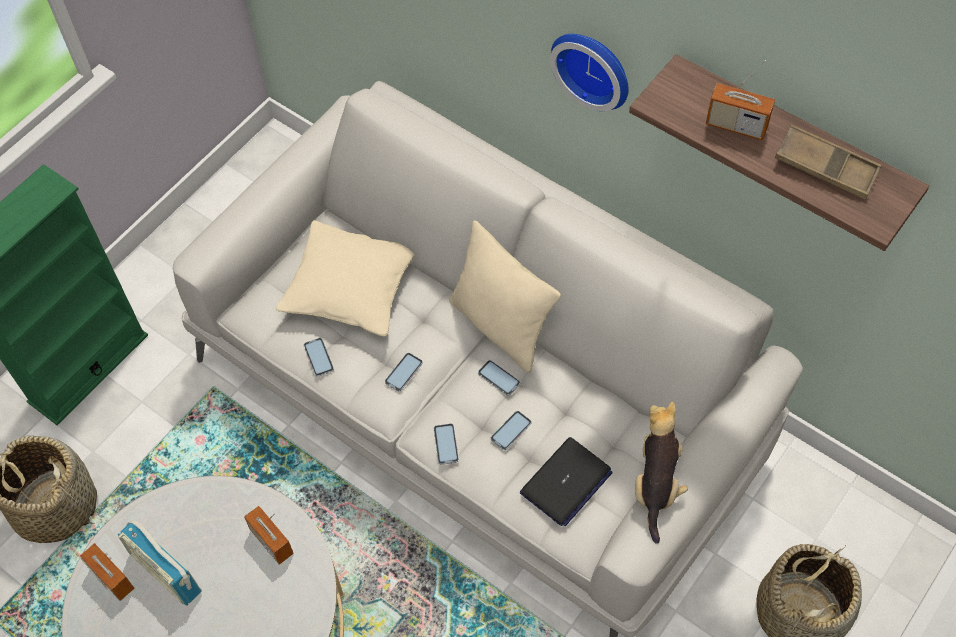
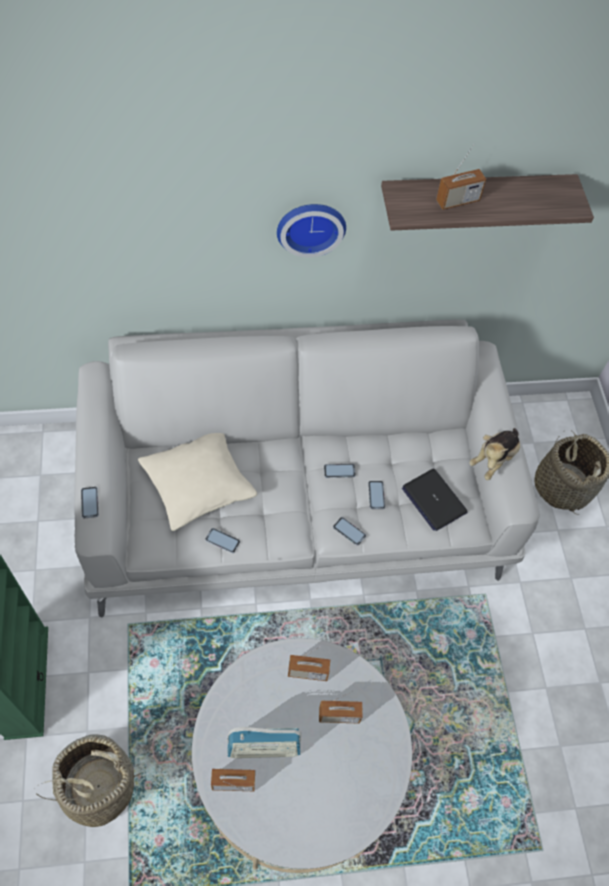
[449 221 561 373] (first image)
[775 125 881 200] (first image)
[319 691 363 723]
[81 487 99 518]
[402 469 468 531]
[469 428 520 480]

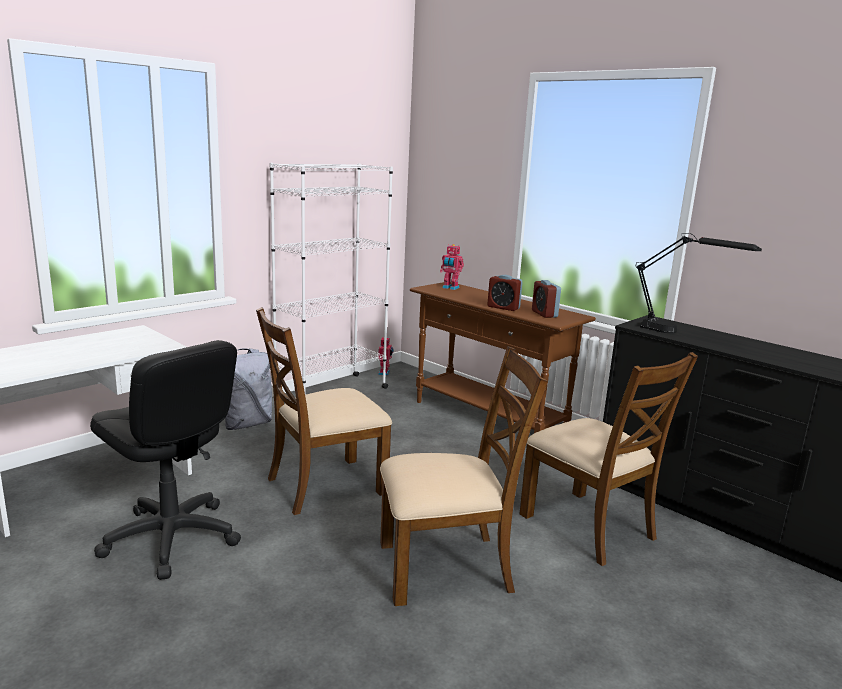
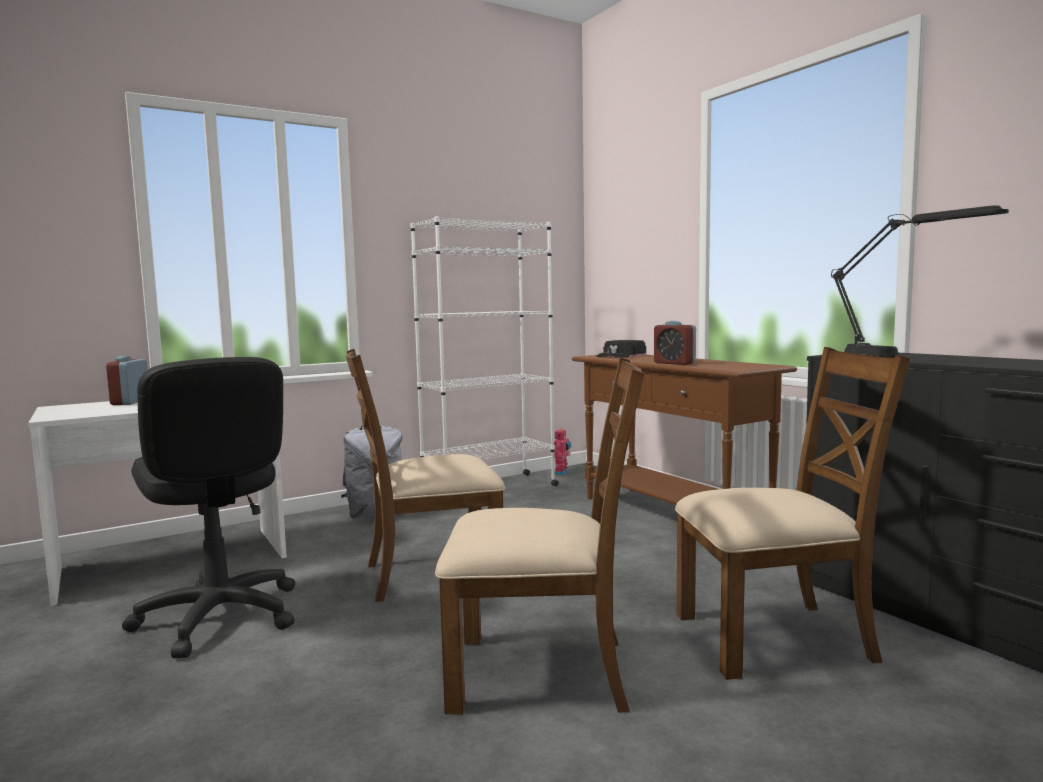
[106 356 148 405]
[596 340 646 358]
[675 347 910 680]

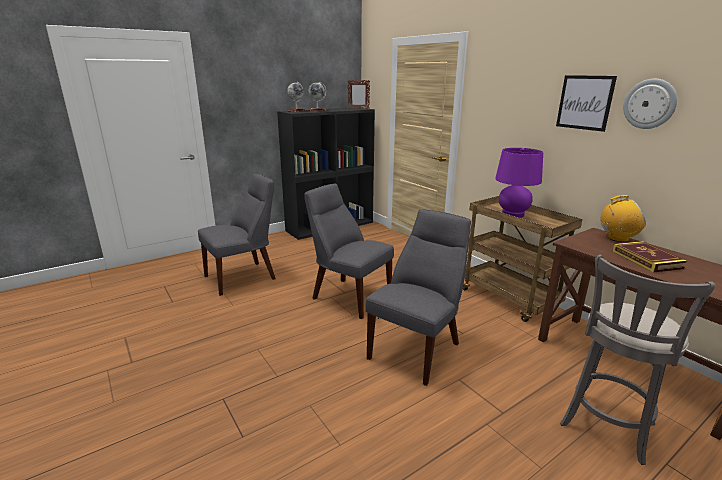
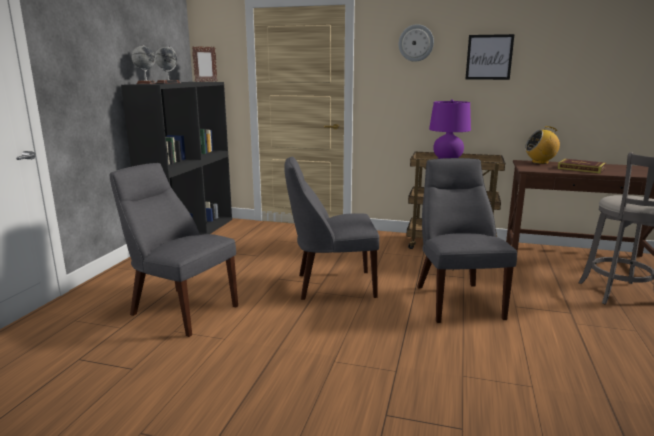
[399 24 434 62]
[110 163 238 337]
[525 126 560 164]

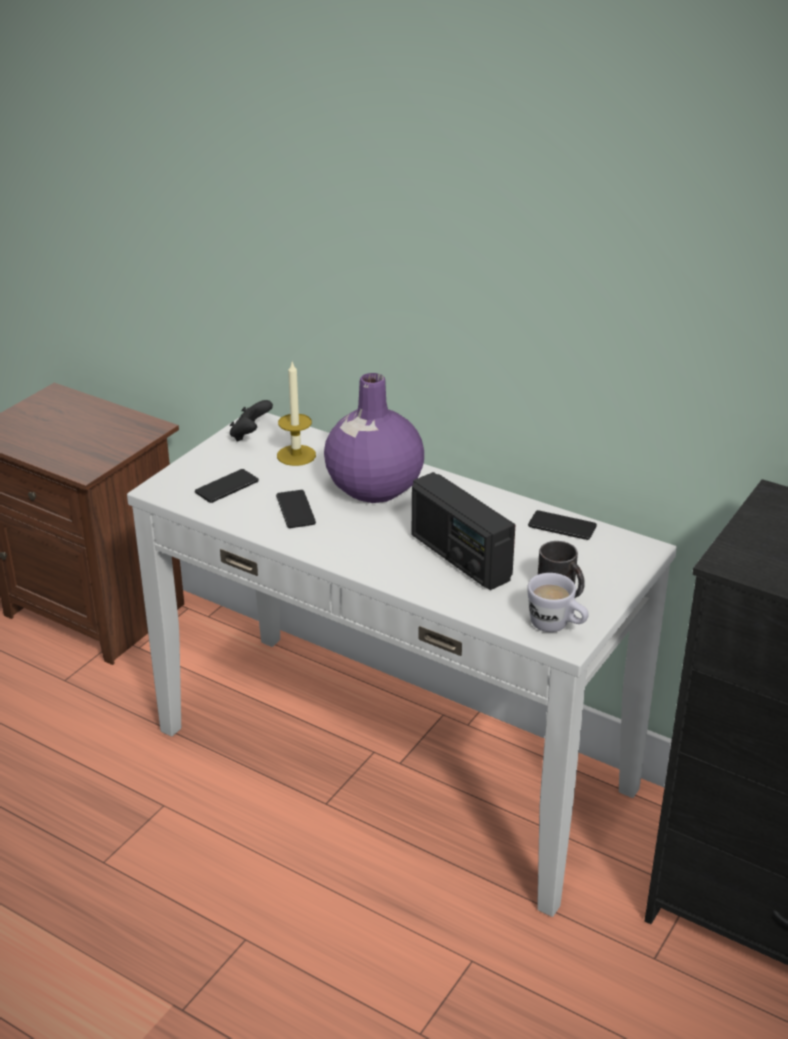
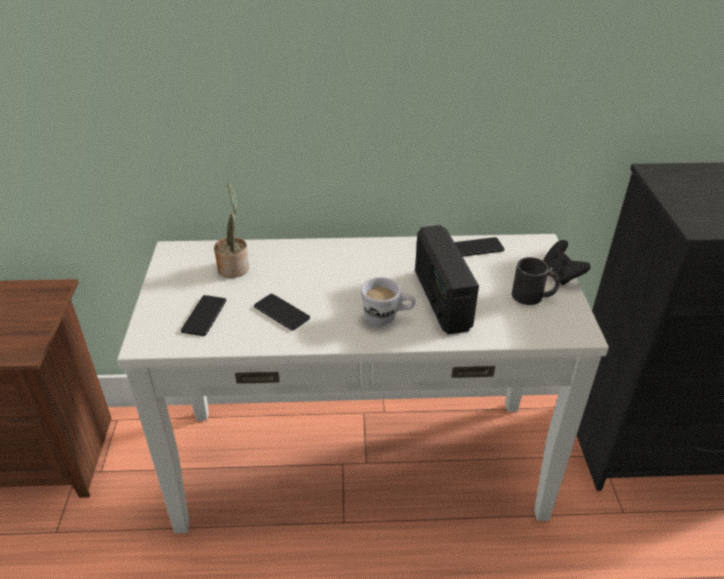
[324 373 424 503] (first image)
[543 240 591 285]
[361 277 416 326]
[214 182 249 278]
[415 225 479 334]

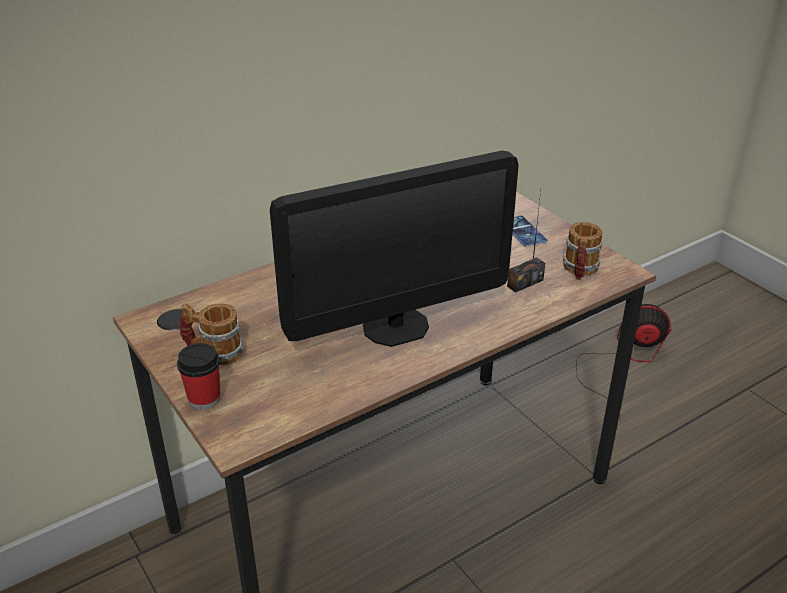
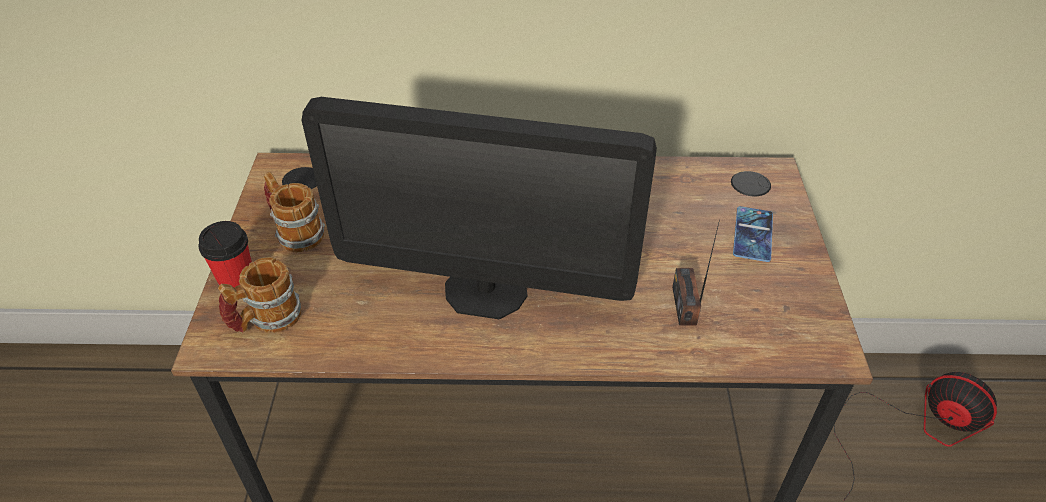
[218 257 301 333]
[672 219 720 325]

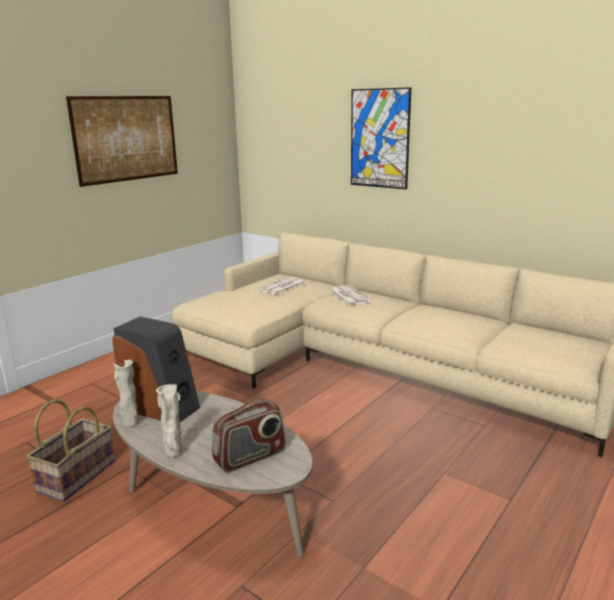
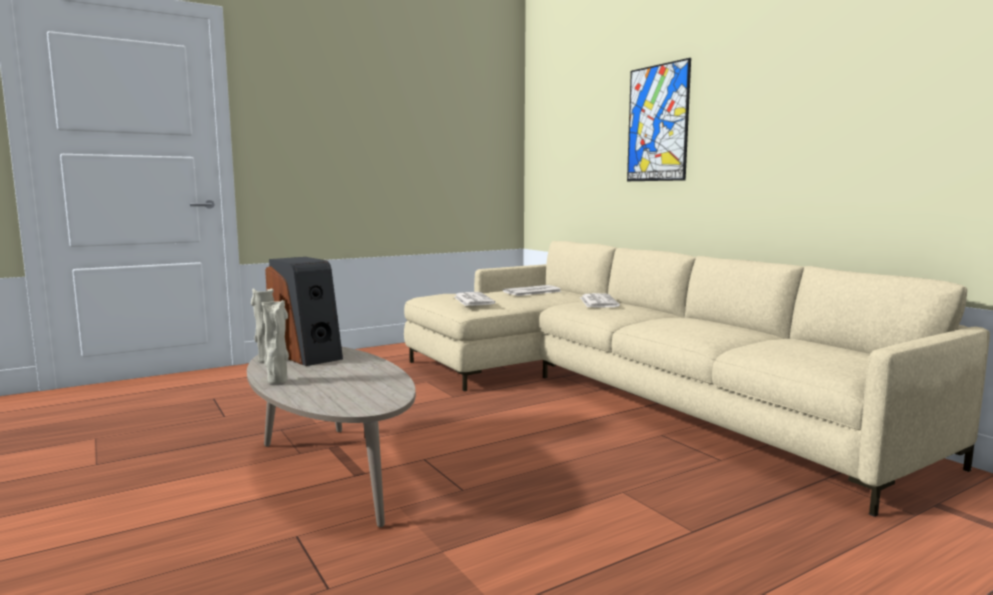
[26 399 115 501] (first image)
[66 96 178 187] (first image)
[212 399 286 473] (first image)
[454 292 496 306]

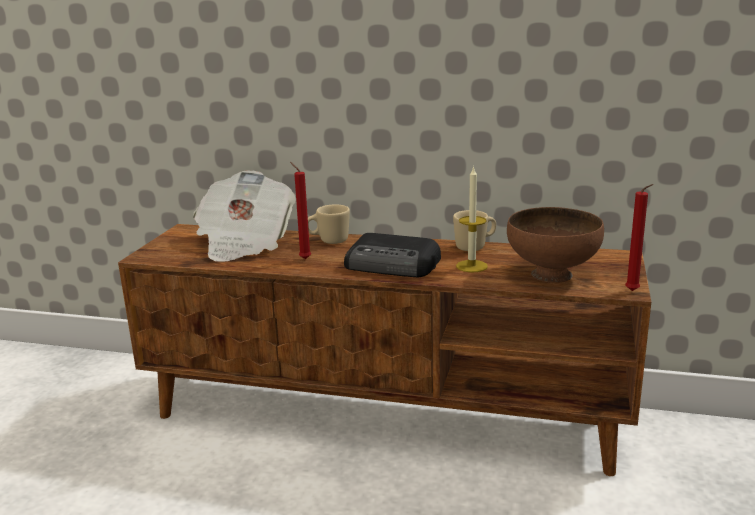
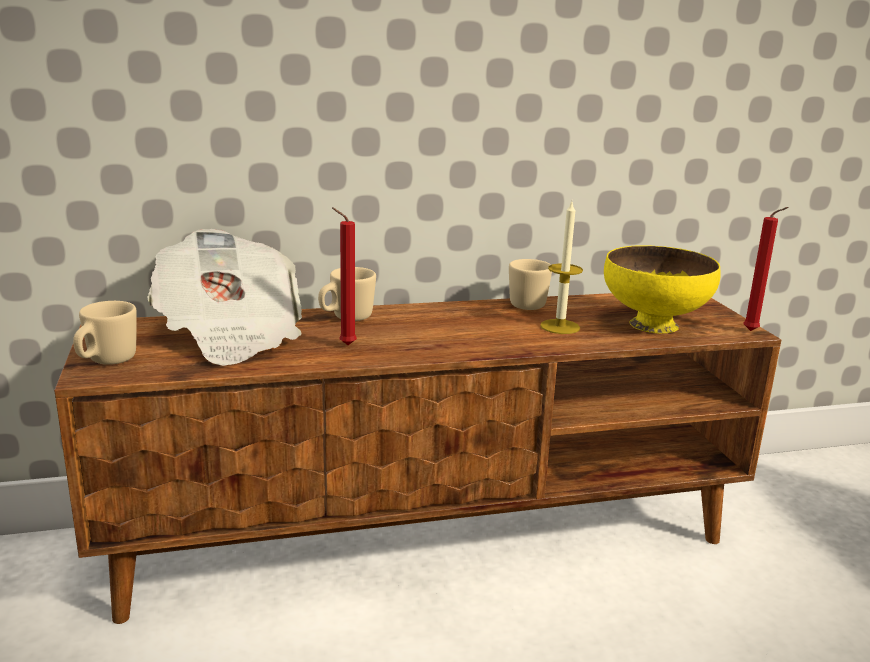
[344 233 441 277] (first image)
[73 301 137 365]
[604 245 721 334]

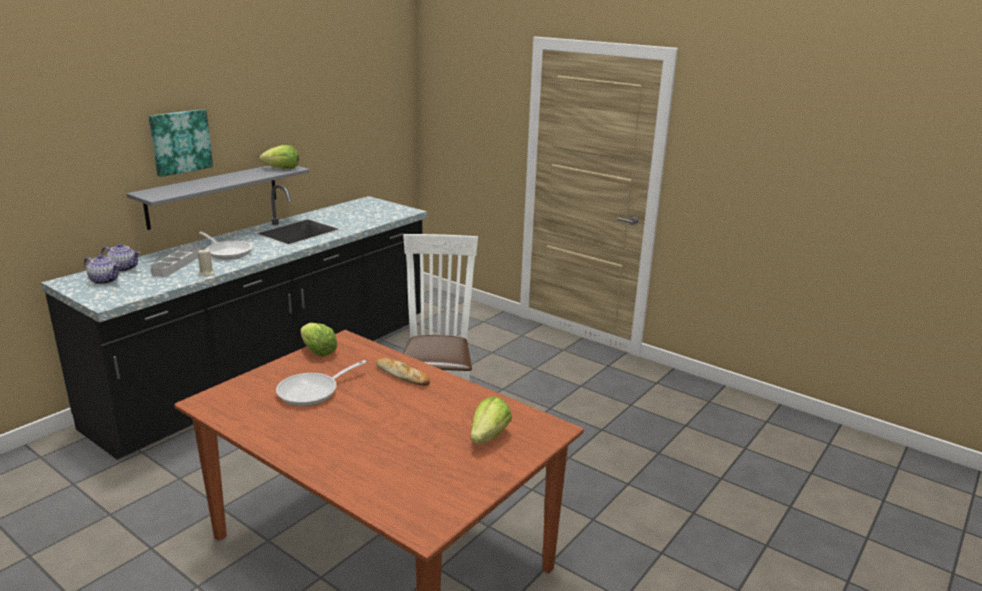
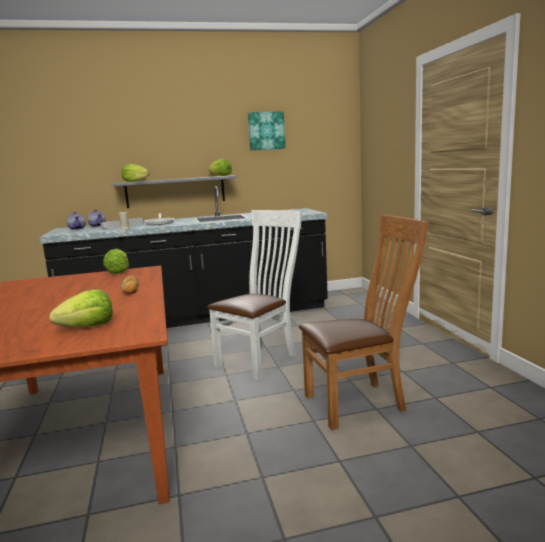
[276 360 367 406] (first image)
[122 164 150 182]
[299 214 428 430]
[248 111 285 150]

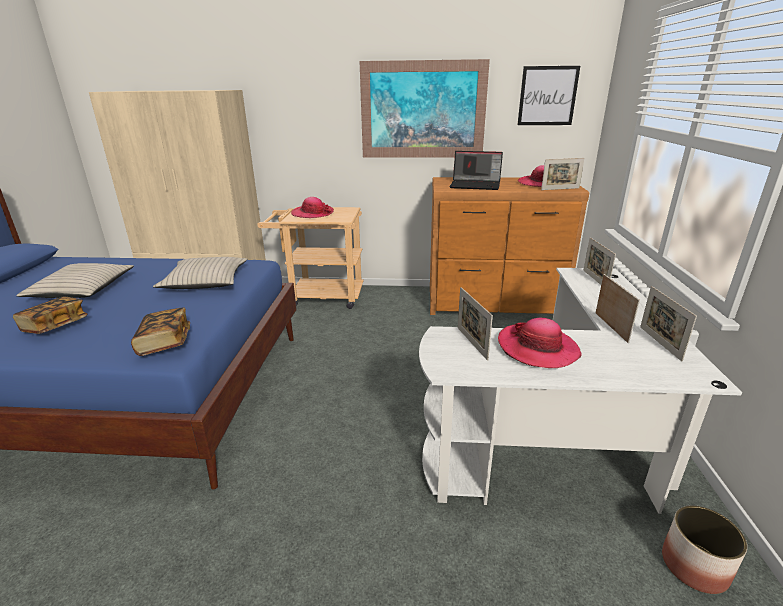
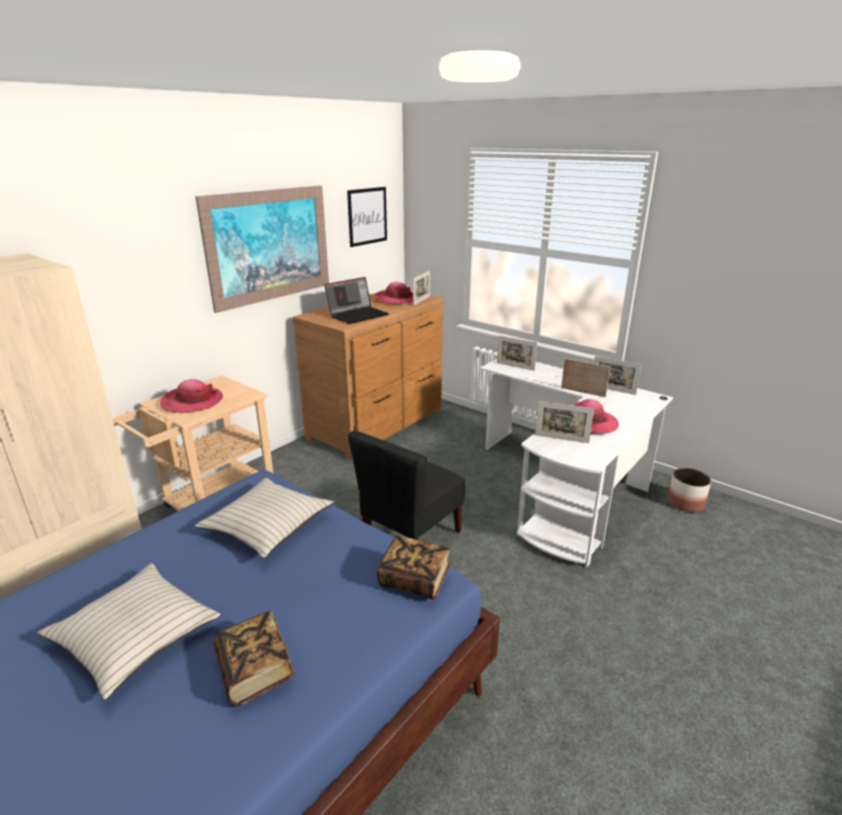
[348 431 465 540]

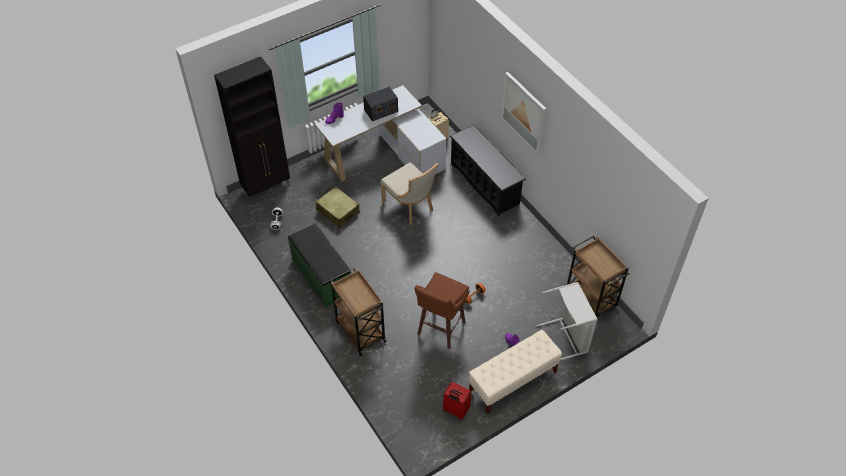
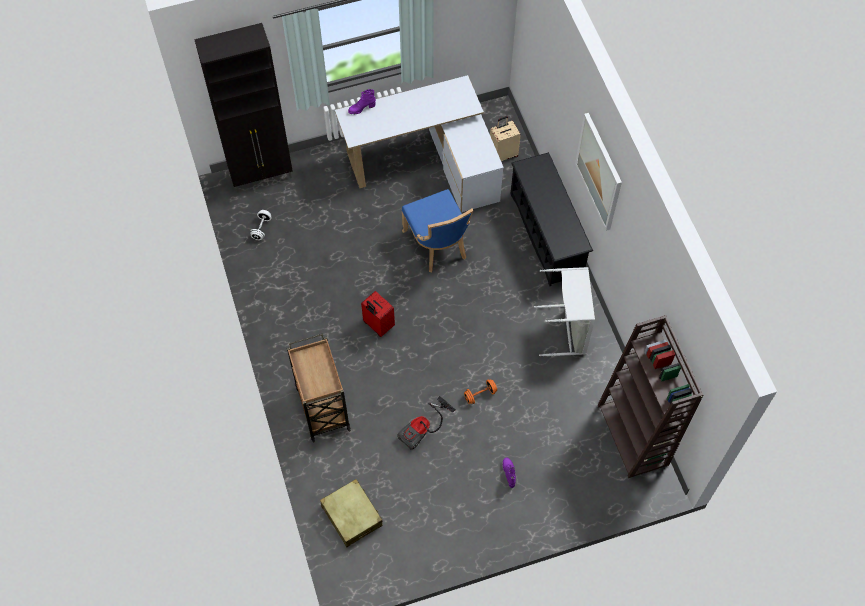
[288 223 351 307] (first image)
[363 87 398 121] (first image)
[469 330 562 414] (first image)
[320 479 383 547]
[361 291 395 337]
[534 267 595 356]
[397 396 456 449]
[598 315 703 478]
[402 189 474 272]

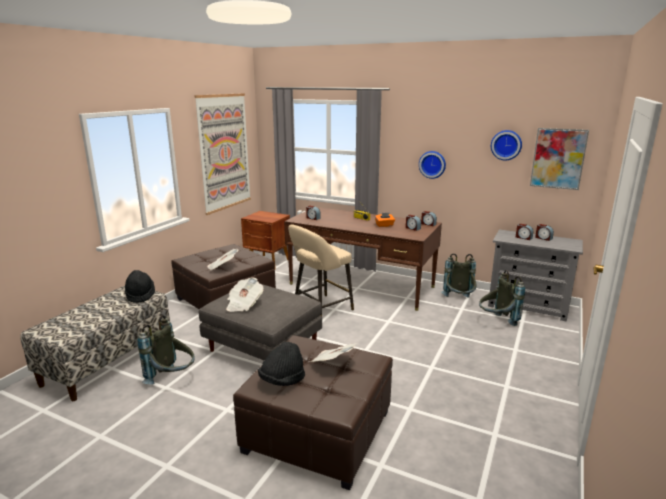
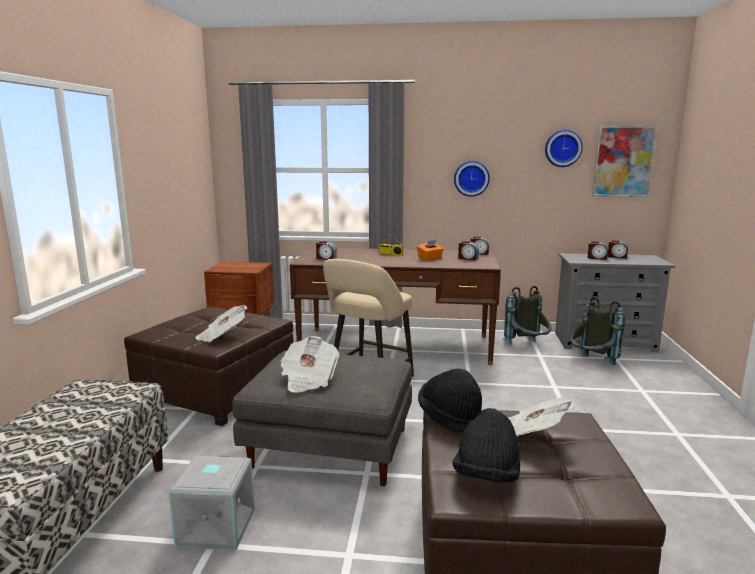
[194 93 251 215] (first image)
[418 368 482 433]
[169 455 255 551]

